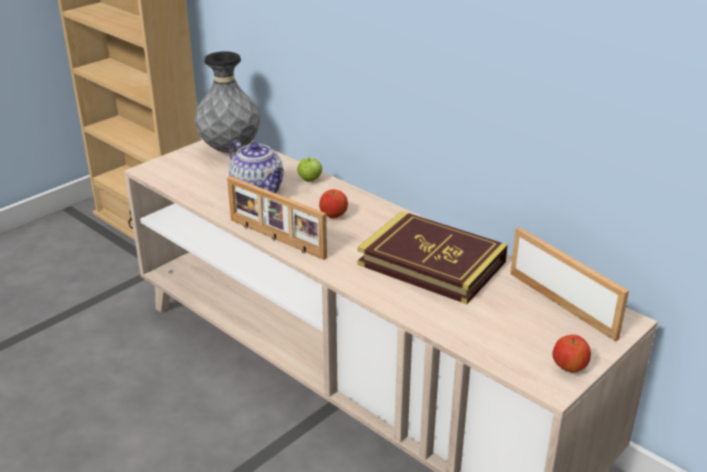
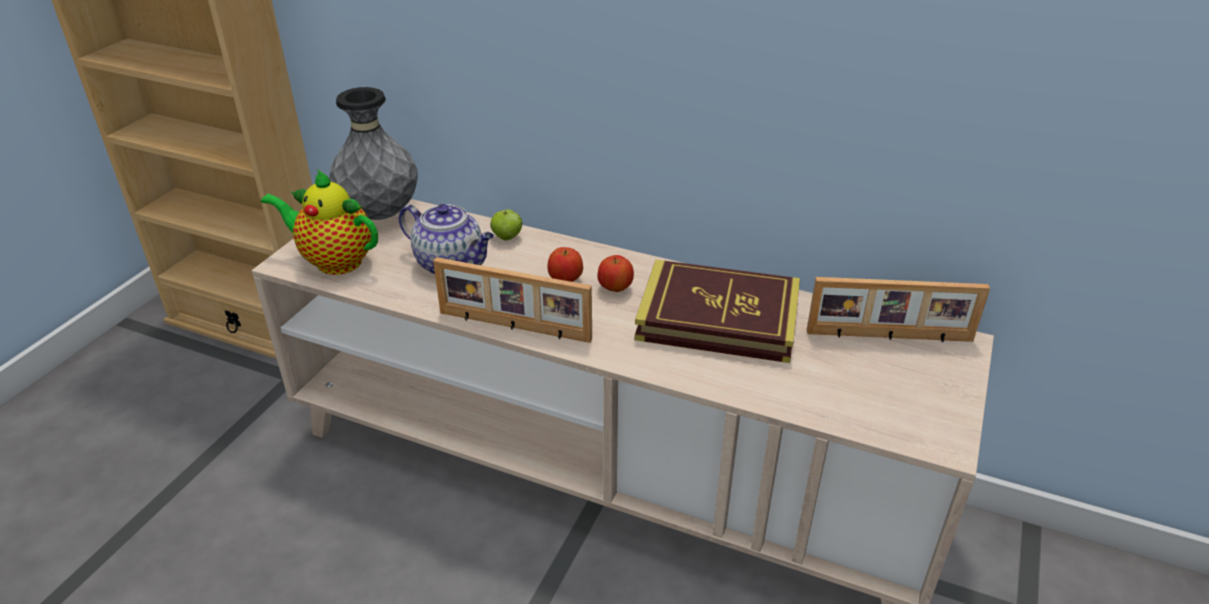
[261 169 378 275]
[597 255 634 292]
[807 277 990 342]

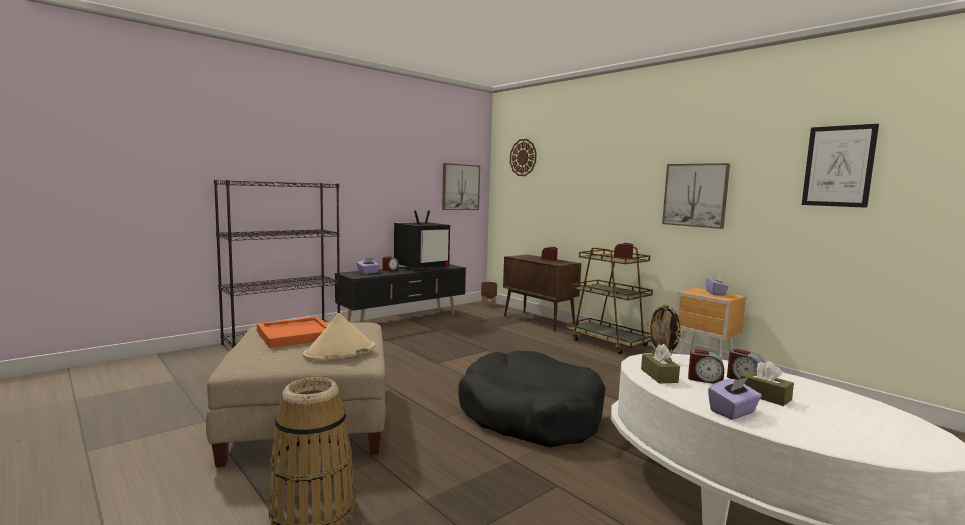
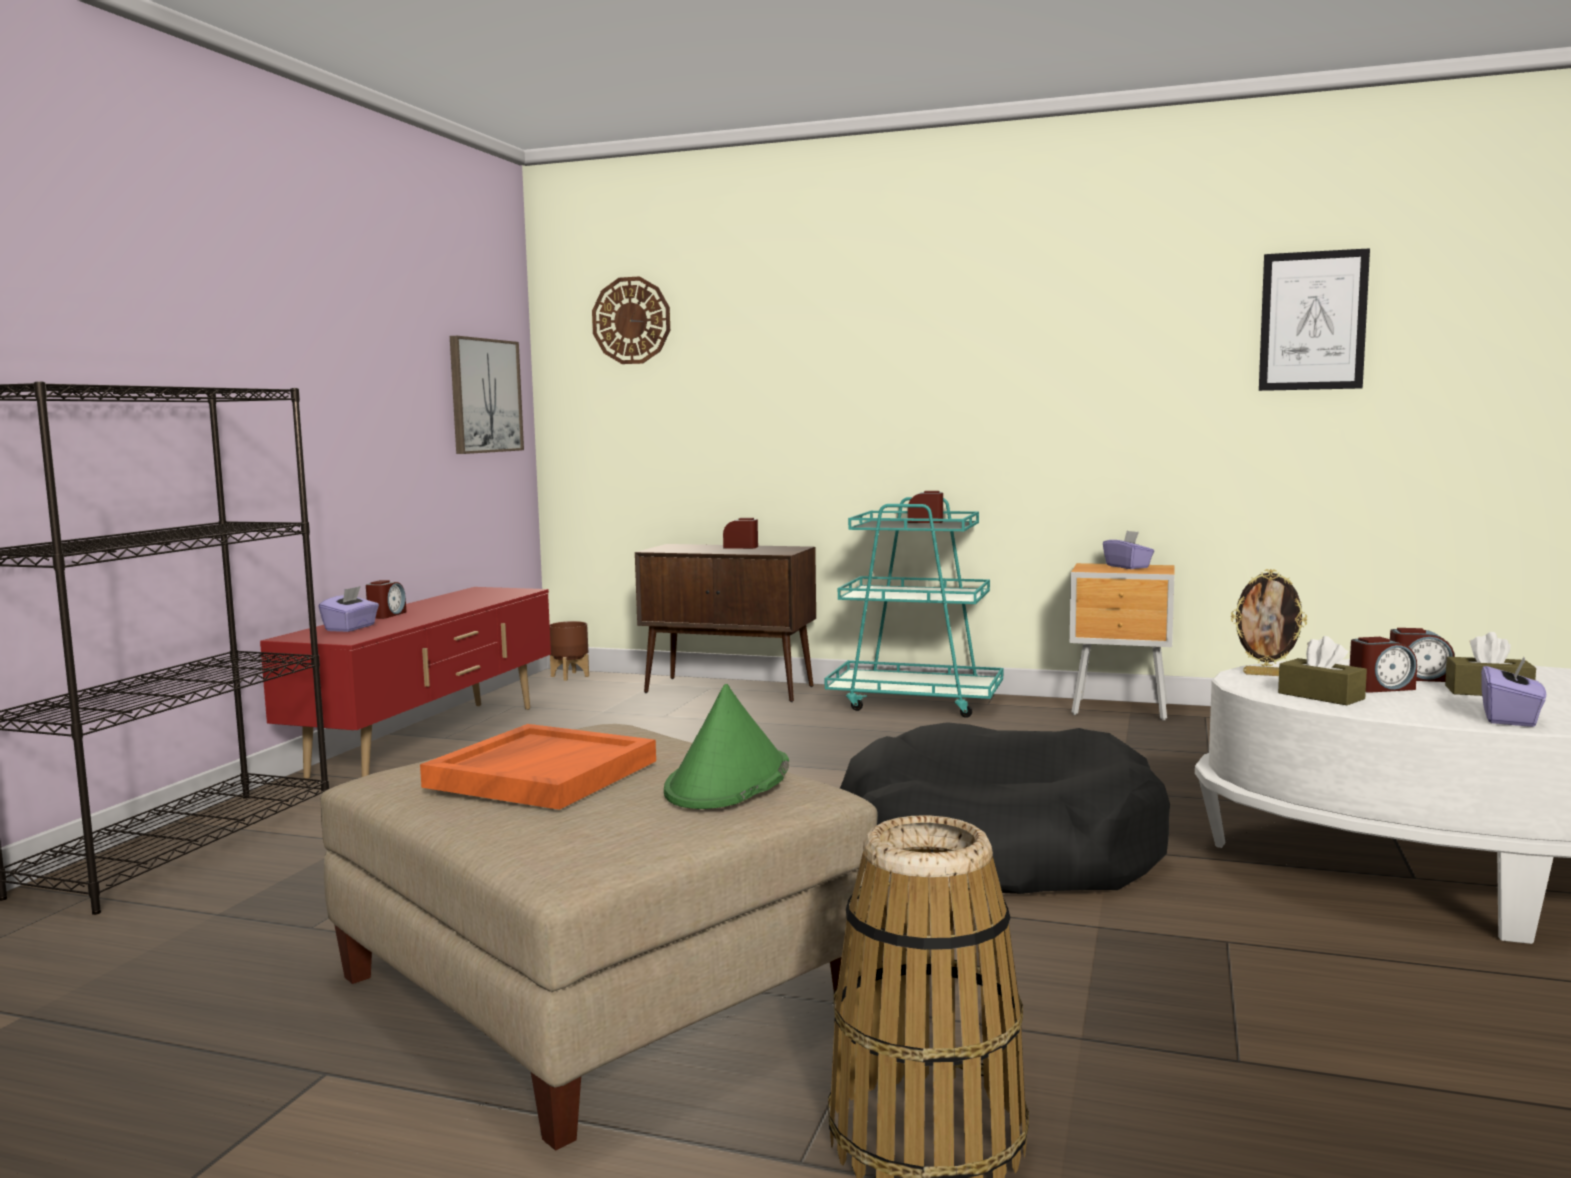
[394 210 450 270] (first image)
[662 163 730 229] (first image)
[664 684 789 809]
[260 587 551 779]
[825 497 1003 718]

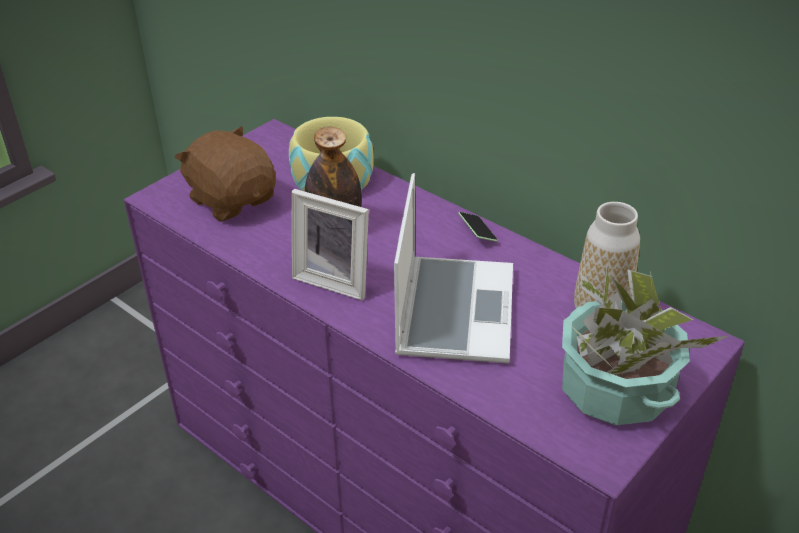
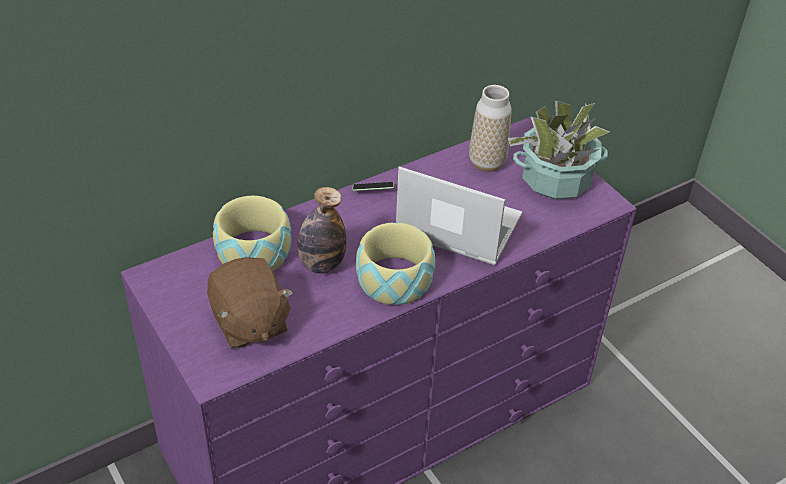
[356 223 435 305]
[207 257 293 349]

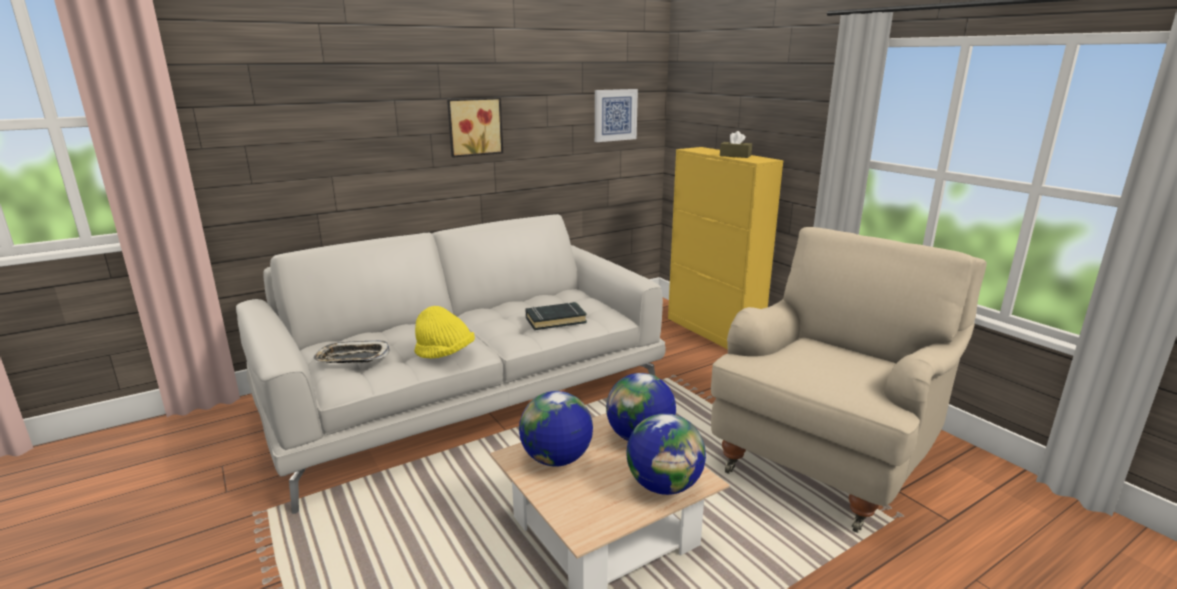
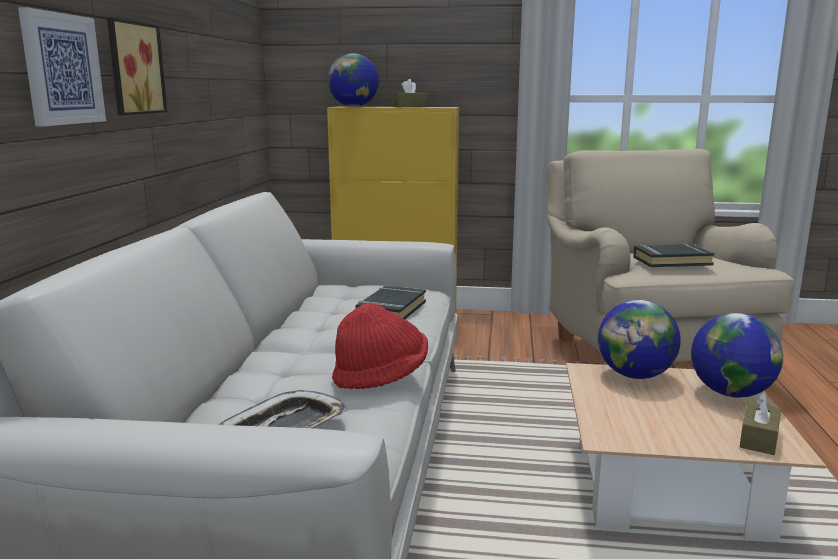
[633 244 715 267]
[740 392 781 455]
[327 53 379 107]
[18 7 106 126]
[332 303 428 389]

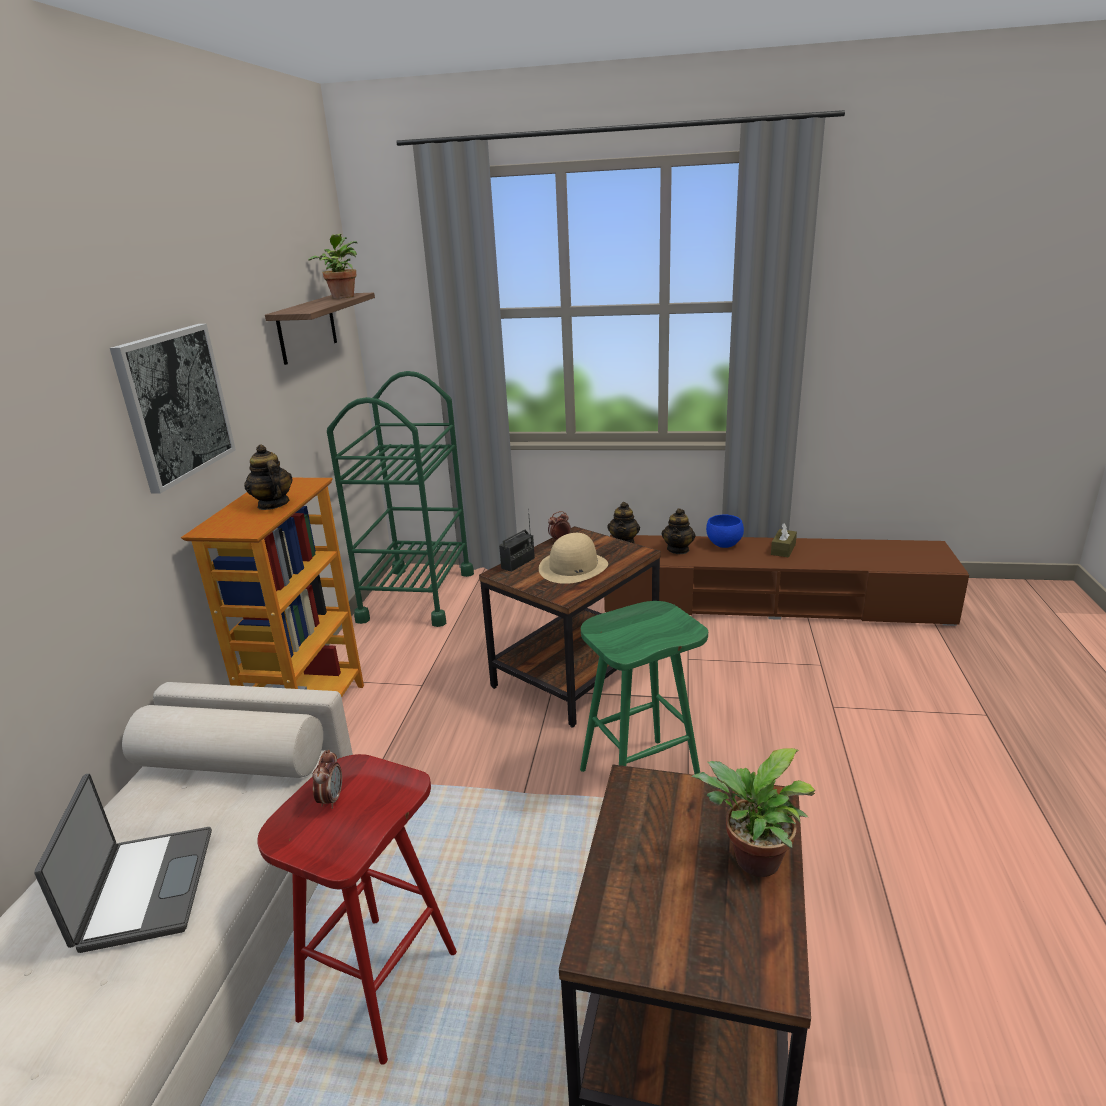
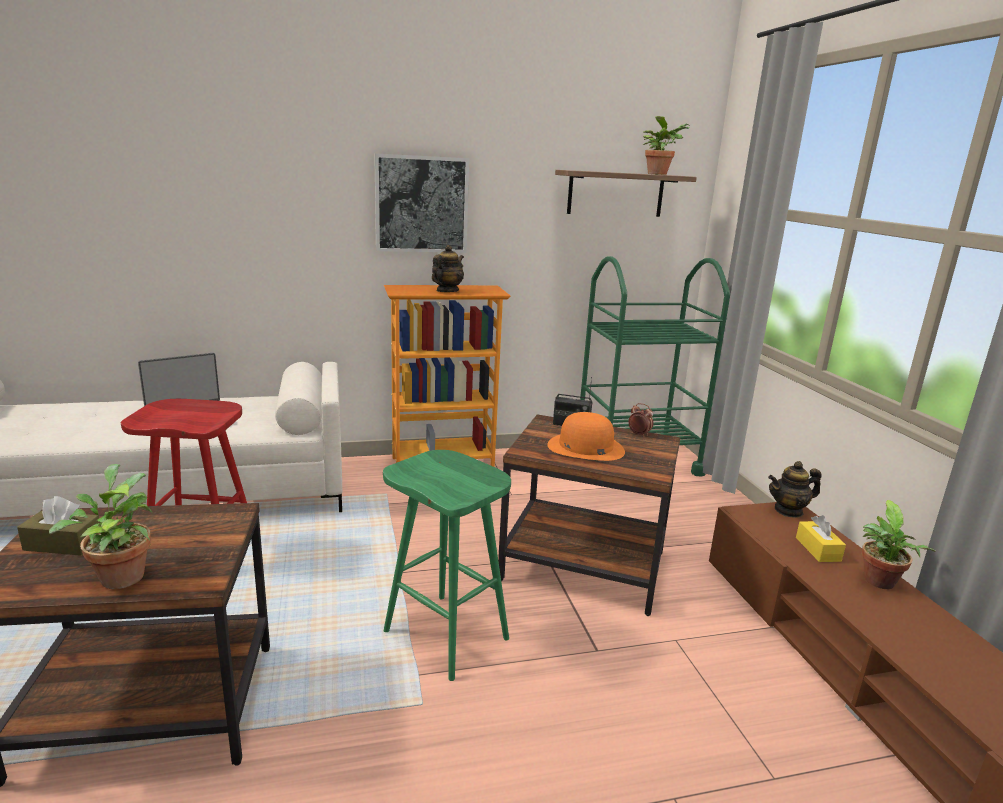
[312 750 342 809] (first image)
[17 496 100 556]
[796 515 846 562]
[862 500 936 589]
[547 412 625 461]

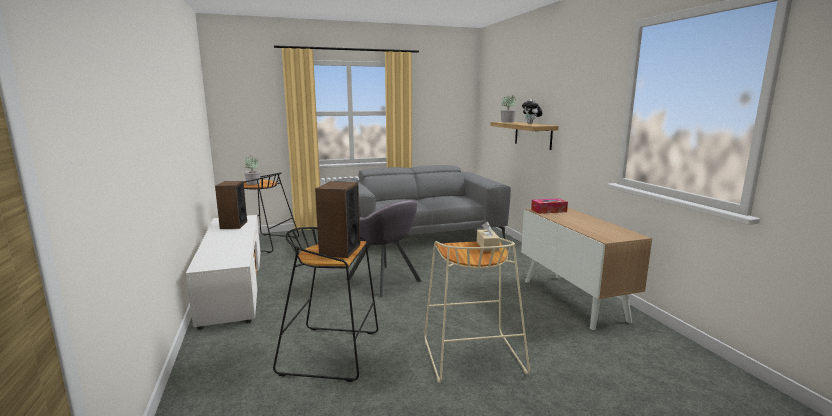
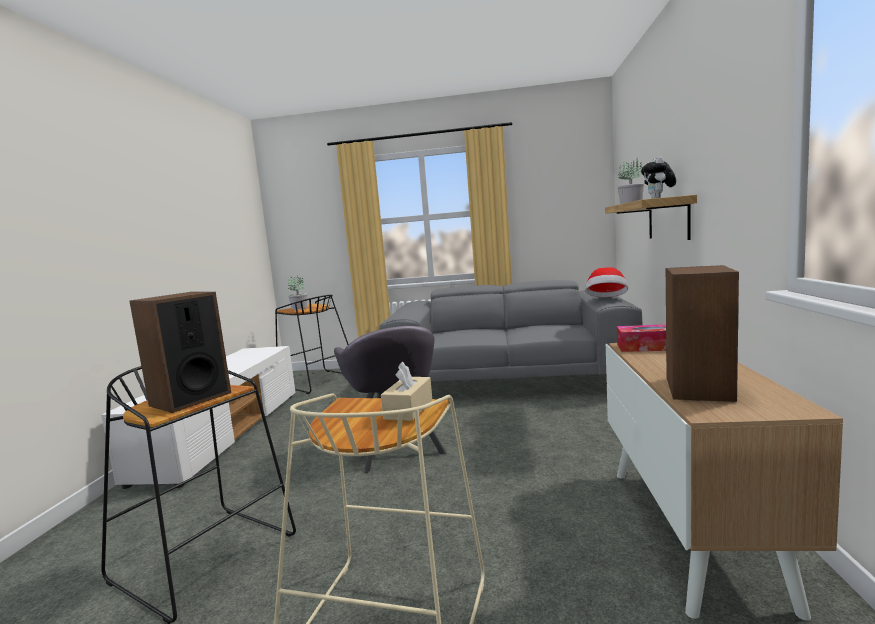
[585 267 628 297]
[666 265 739 402]

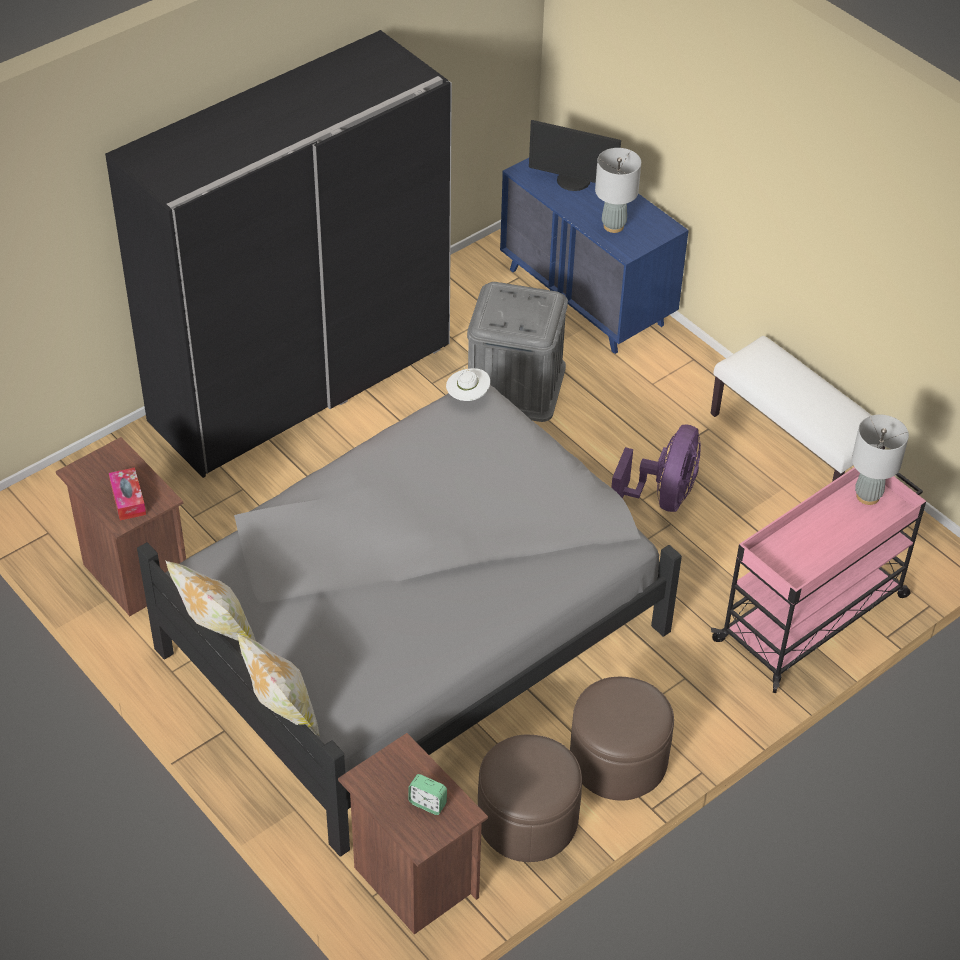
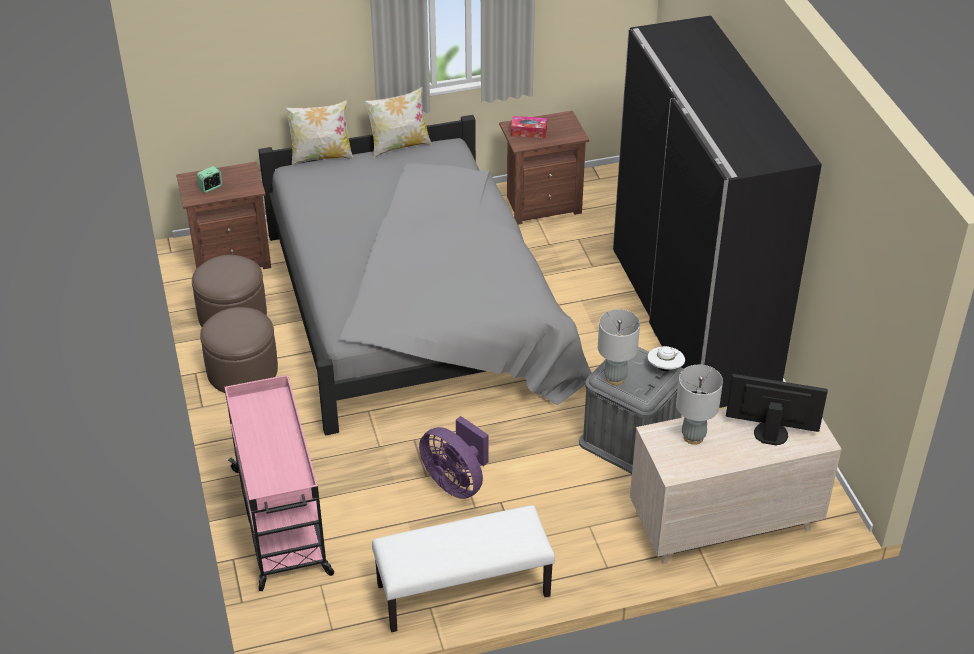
[648 346 685 371]
[598 309 640 385]
[630 408 842 564]
[726 374 828 446]

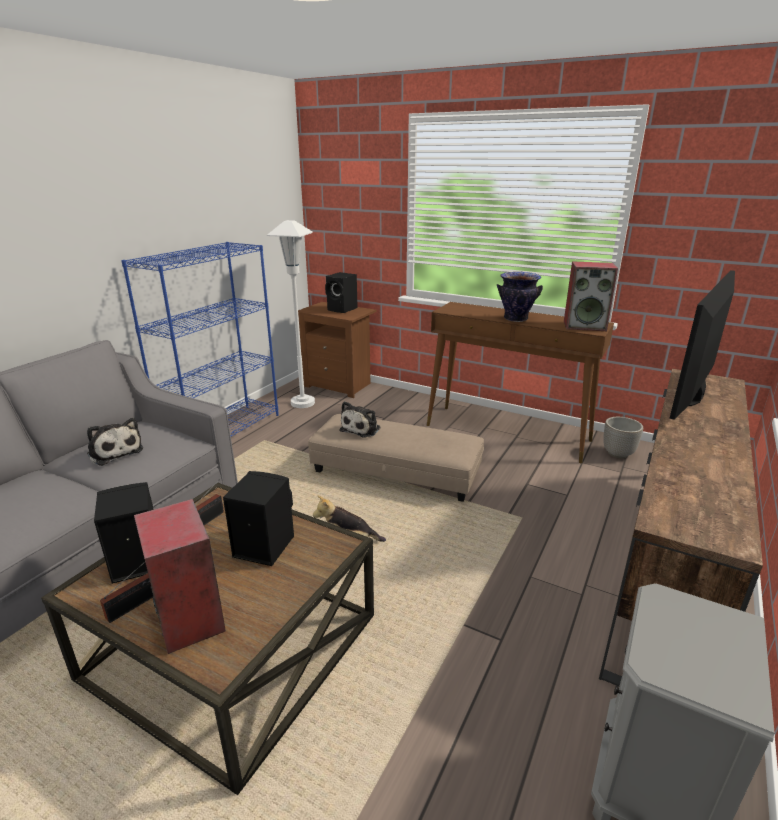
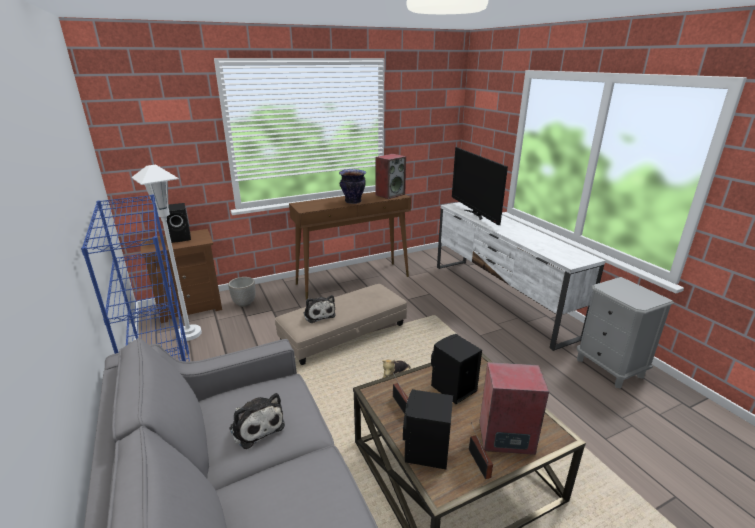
[228 277 255 307]
[437 202 606 351]
[229 393 285 449]

